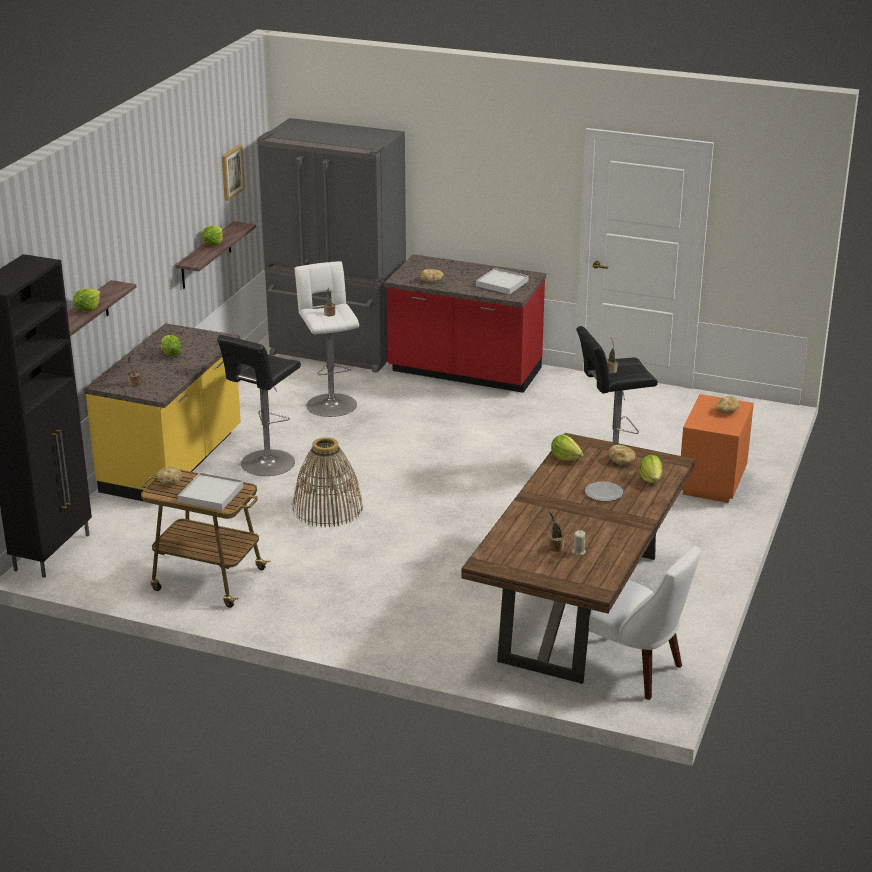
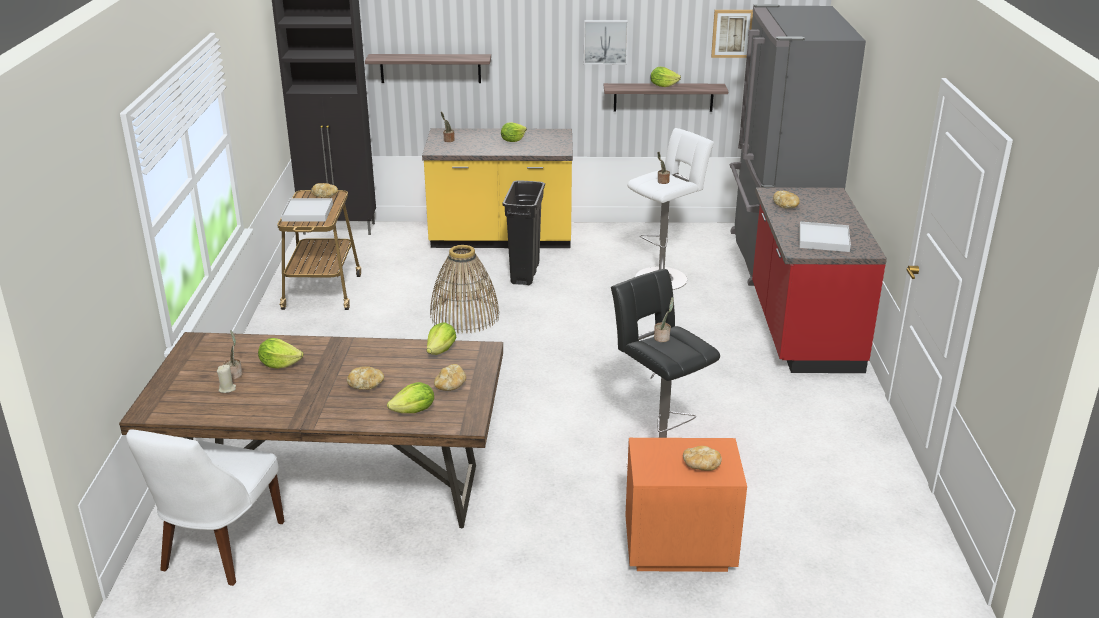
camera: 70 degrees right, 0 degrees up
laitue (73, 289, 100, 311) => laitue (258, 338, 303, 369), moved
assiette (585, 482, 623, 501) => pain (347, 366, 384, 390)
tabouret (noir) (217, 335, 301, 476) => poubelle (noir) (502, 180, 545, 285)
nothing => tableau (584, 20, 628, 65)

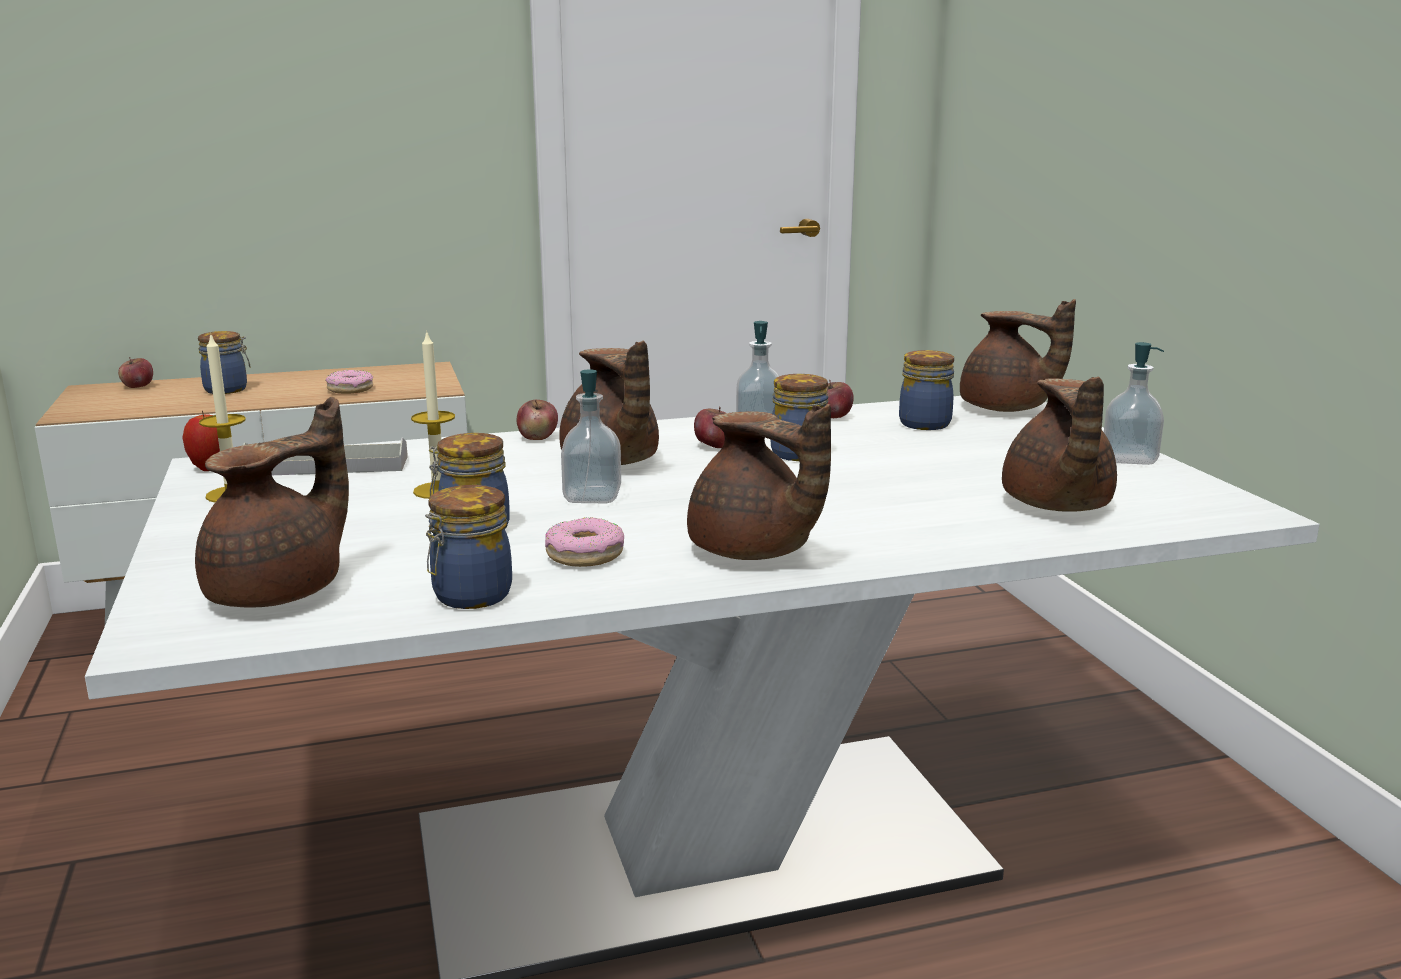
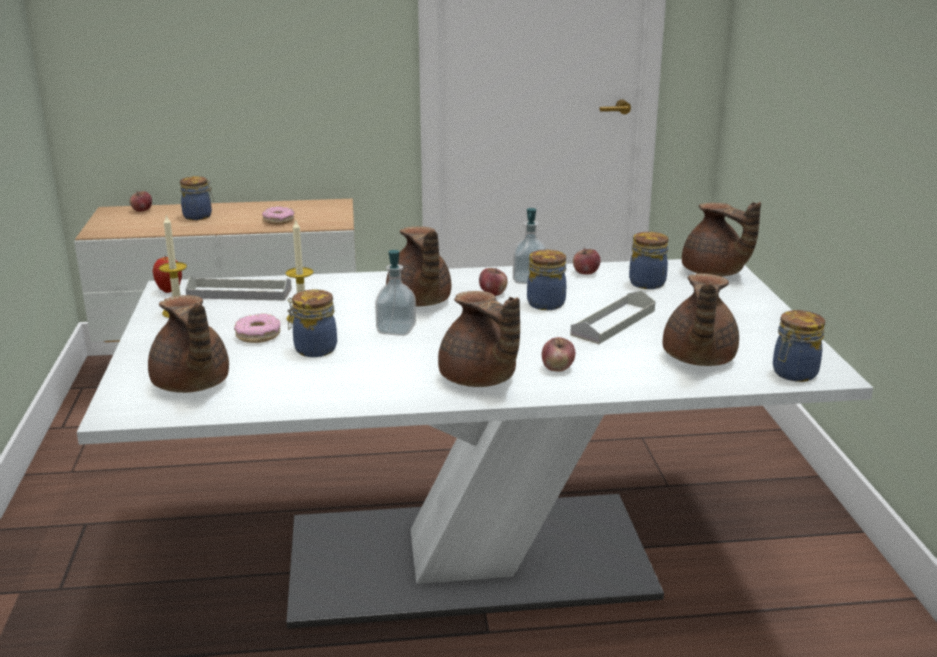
camera: 10 degrees right, 5 degrees up
théière (marron) (195, 397, 349, 608) => théière (marron) (148, 295, 229, 393), 105 degrees clockwise
beignet (545, 517, 624, 567) => beignet (234, 314, 280, 343), moved
pomme (516, 400, 558, 440) => pomme (542, 337, 575, 372), moved
nothing => plateau (gris) (570, 291, 656, 344)
bocal (425, 485, 512, 609) => bocal (773, 310, 825, 382), moved
distributeur de savon (1104, 342, 1164, 465) => nothing

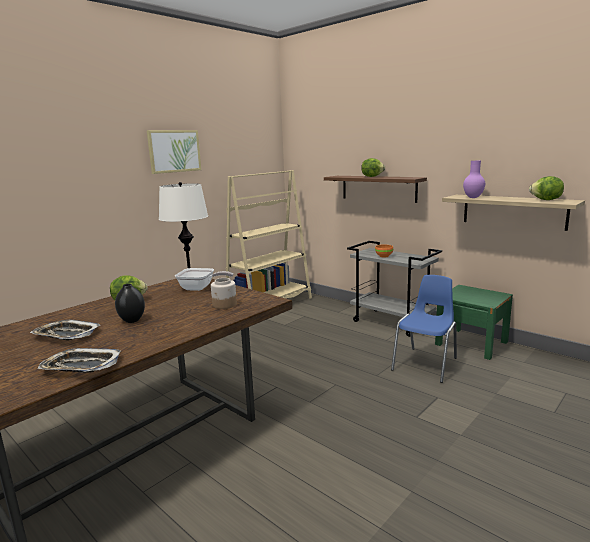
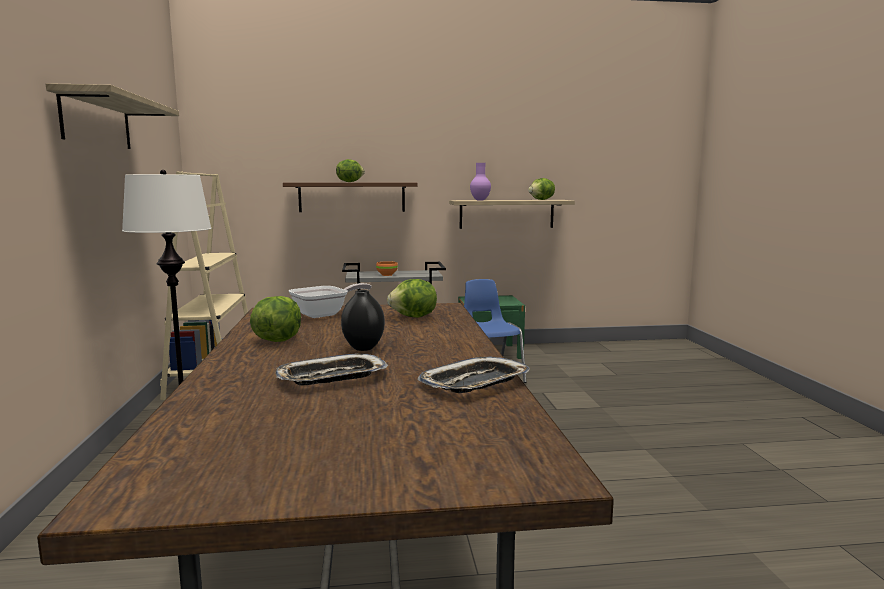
camera: 50 degrees left, 5 degrees down
tableau (147, 130, 201, 174) => étagère (46, 83, 179, 149)
bocal (211, 278, 237, 309) => laitue (387, 279, 437, 318)

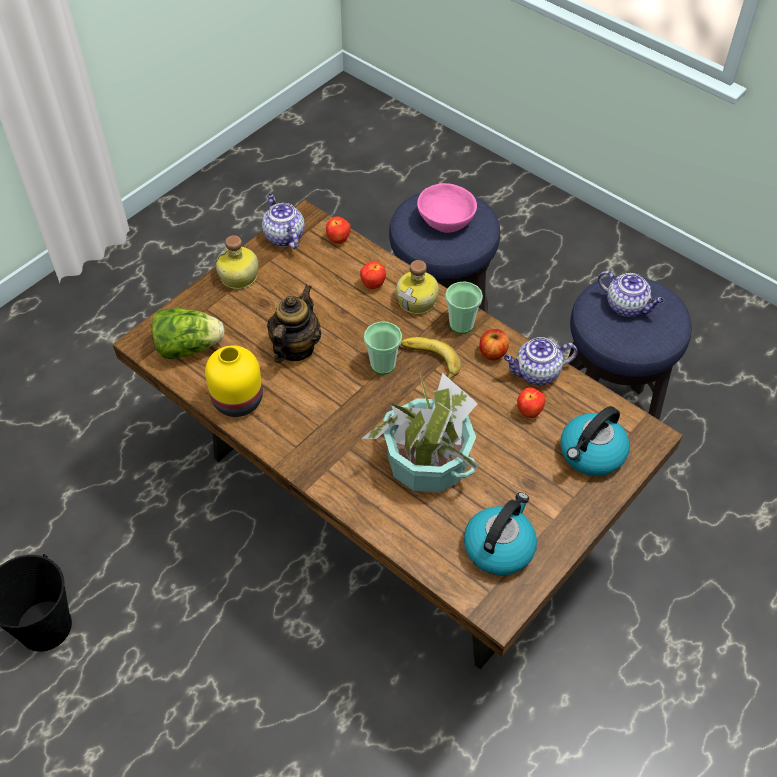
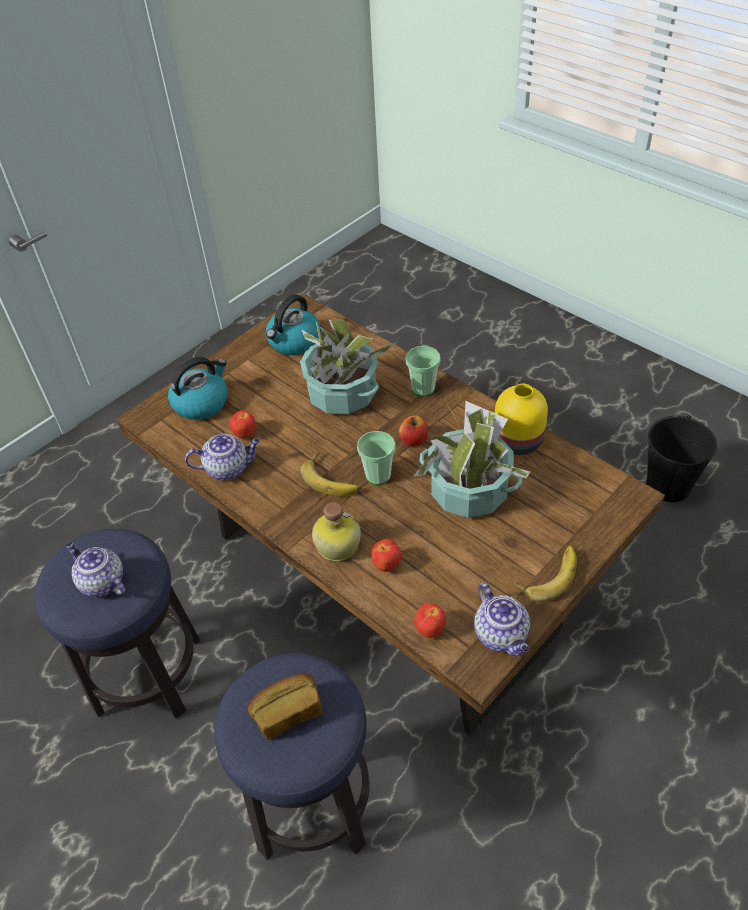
camera: 175 degrees left, 5 degrees down
bol (rose) (417, 183, 477, 233) => pain (248, 673, 323, 740)
pomme (479, 329, 509, 360) => pomme (399, 416, 428, 447), moved
tasse (445, 281, 483, 334) => tasse (405, 346, 441, 397), moved
théière (267, 285, 322, 363) => plante en pot (413, 401, 531, 518)
bouteille (215, 235, 259, 289) => banane (512, 545, 577, 602)
laitue (152, 308, 224, 359) => nothing

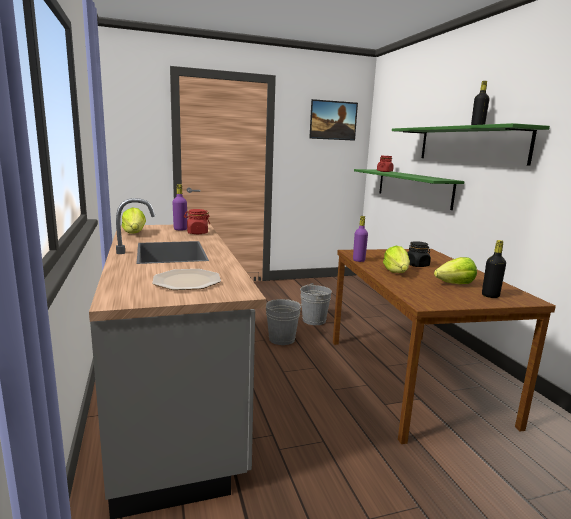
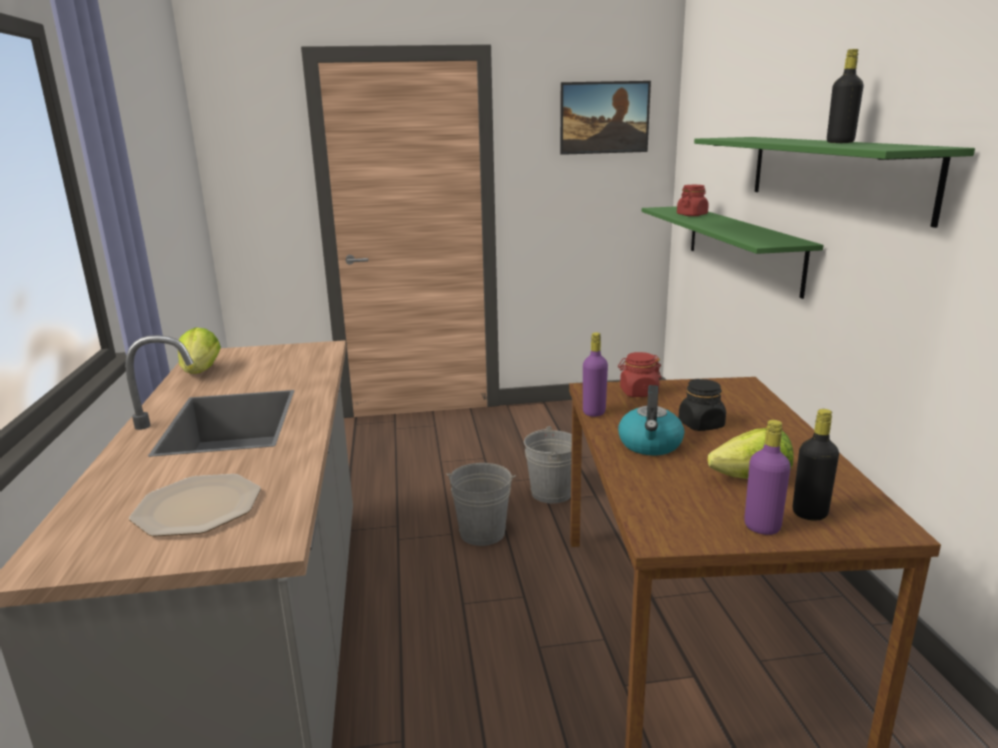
camera: 10 degrees right, 5 degrees up
bocal (rouge) (184, 209, 210, 234) => bocal (rouge) (618, 352, 661, 397), moved
laitue (383, 246, 410, 273) => bouilloire (618, 385, 684, 455)
bouteille (violet) (173, 184, 187, 231) => bouteille (violet) (744, 420, 791, 535), moved

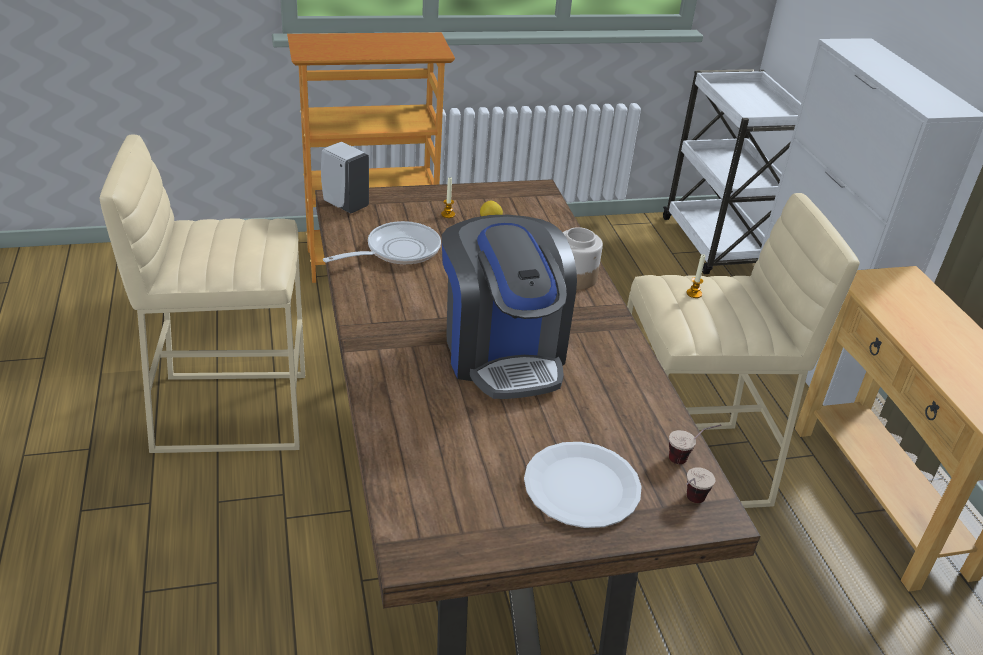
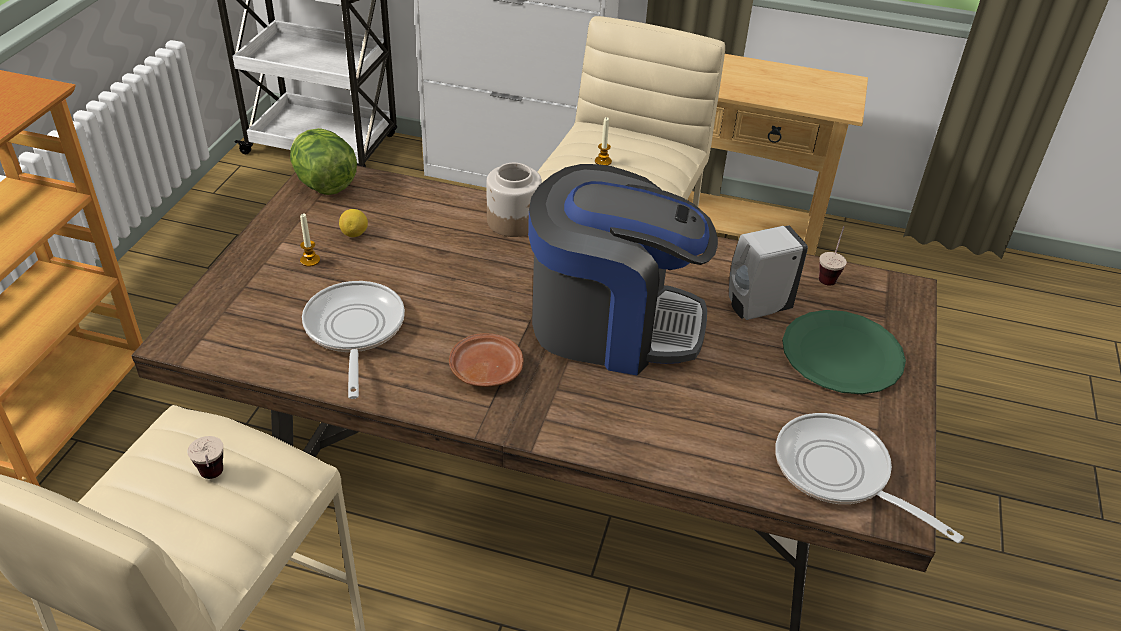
camera: 60 degrees left, 5 degrees up
tasse (686, 467, 715, 503) => tasse (187, 436, 223, 479), moved
nothing => laitue (290, 128, 357, 195)
nothing => assiette (marron) (449, 333, 524, 387)
distributeur de savon (blanc) (321, 142, 369, 213) => distributeur de savon (blanc) (729, 225, 808, 320), moved
nothing => poêle (775, 413, 964, 543)
assiette (blanc) (524, 442, 642, 528) => assiette (vert) (782, 310, 906, 394)

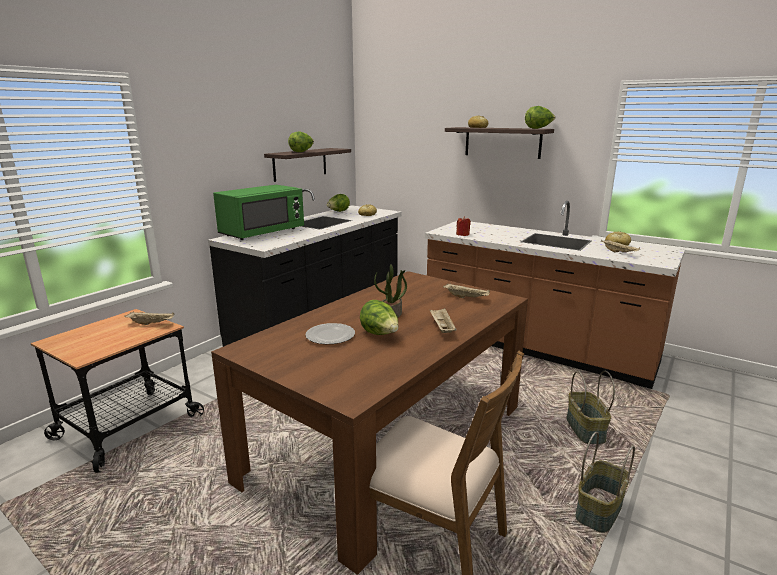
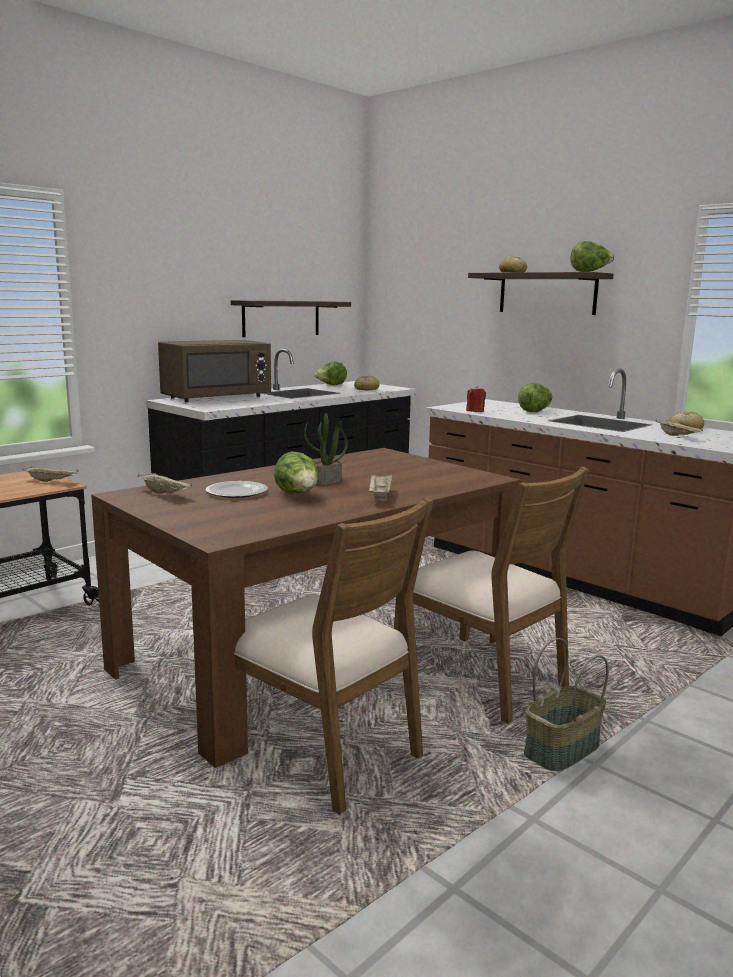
camera: 10 degrees right, 5 degrees down
plateau (beige) (443, 283, 490, 298) => plateau (beige) (137, 473, 192, 494), moved
micro-ondes (vert) (213, 185, 304, 240) => micro-ondes (marron) (158, 340, 271, 402)
nothing => chaise (marron) (394, 467, 589, 724)
laitue (288, 131, 314, 152) => laitue (518, 383, 552, 412), moved
panier (566, 371, 615, 444) => nothing

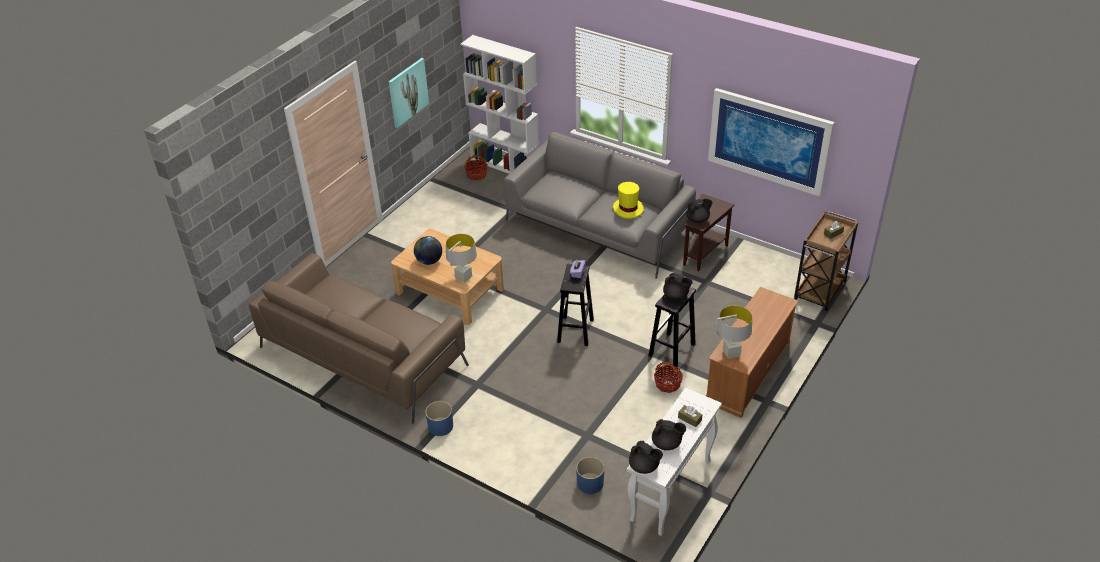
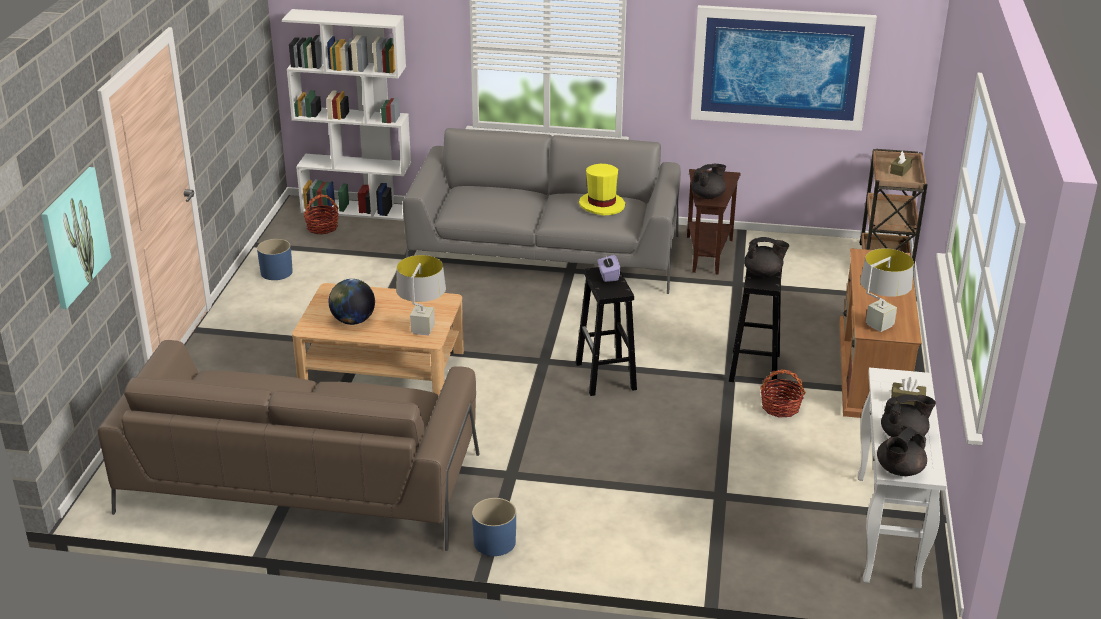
camera: 25 degrees left, 10 degrees down
tableau (389, 58, 429, 128) => tableau (41, 167, 111, 309), moved
cache-pot (bleu) (576, 457, 604, 494) => cache-pot (bleu) (257, 239, 293, 280), moved
théière (noir) (629, 441, 663, 474) => théière (noir) (877, 425, 927, 476), 120 degrees clockwise

